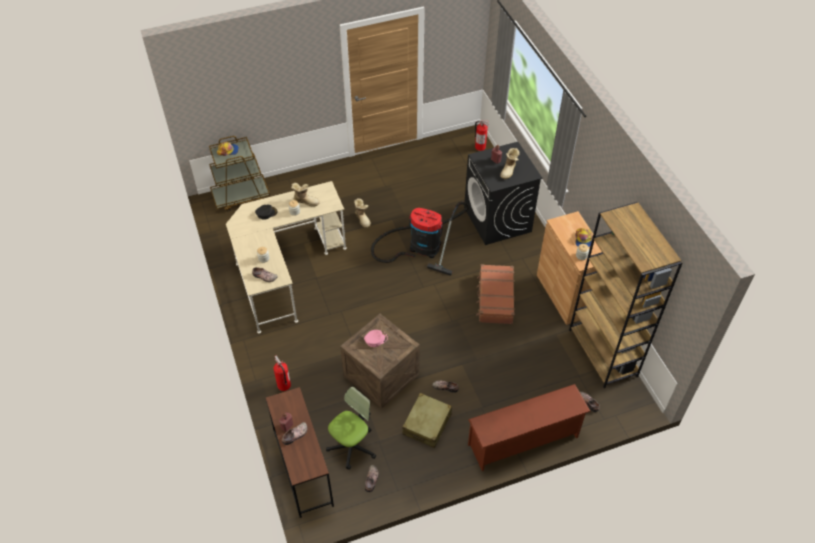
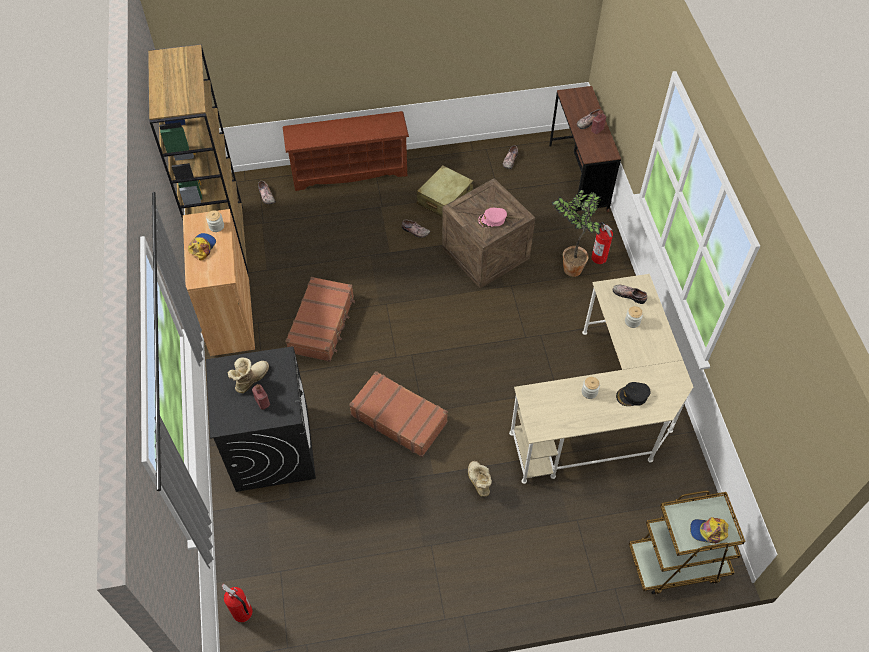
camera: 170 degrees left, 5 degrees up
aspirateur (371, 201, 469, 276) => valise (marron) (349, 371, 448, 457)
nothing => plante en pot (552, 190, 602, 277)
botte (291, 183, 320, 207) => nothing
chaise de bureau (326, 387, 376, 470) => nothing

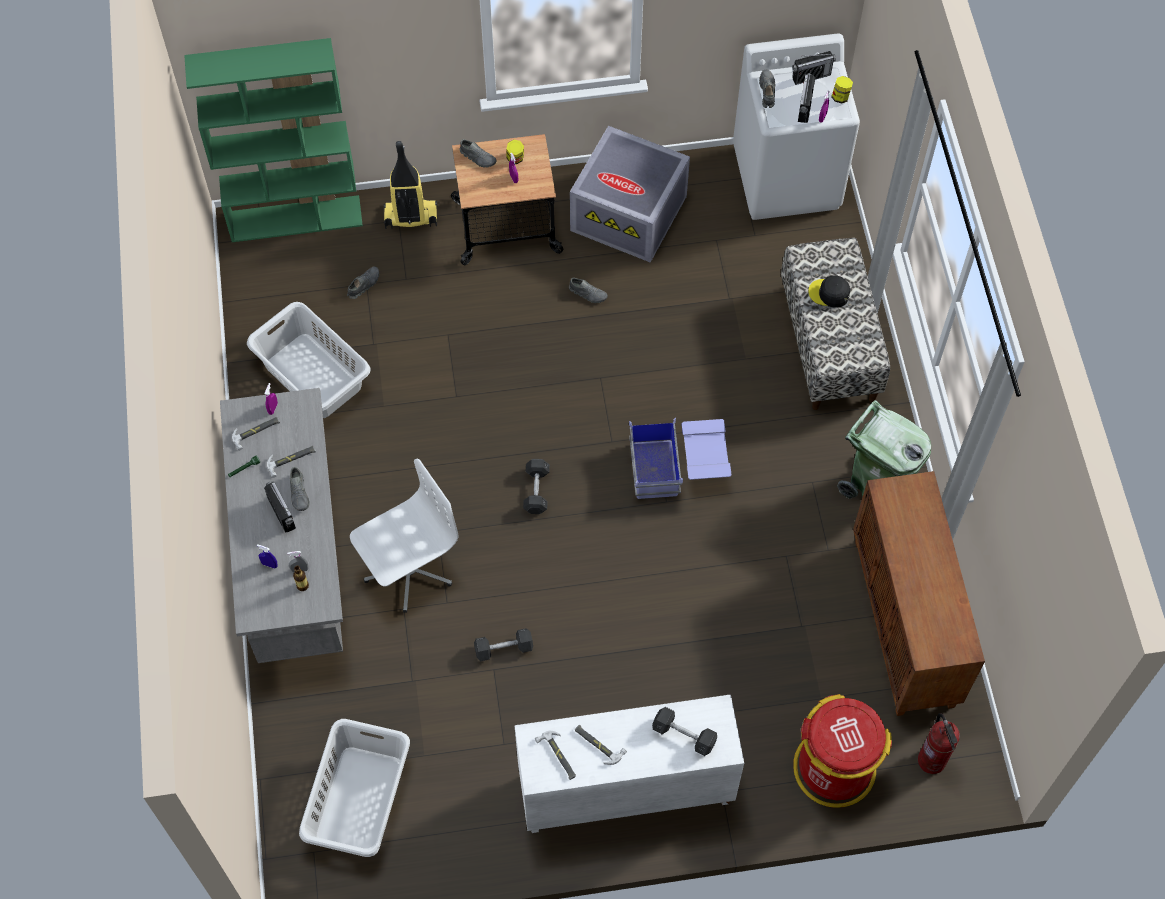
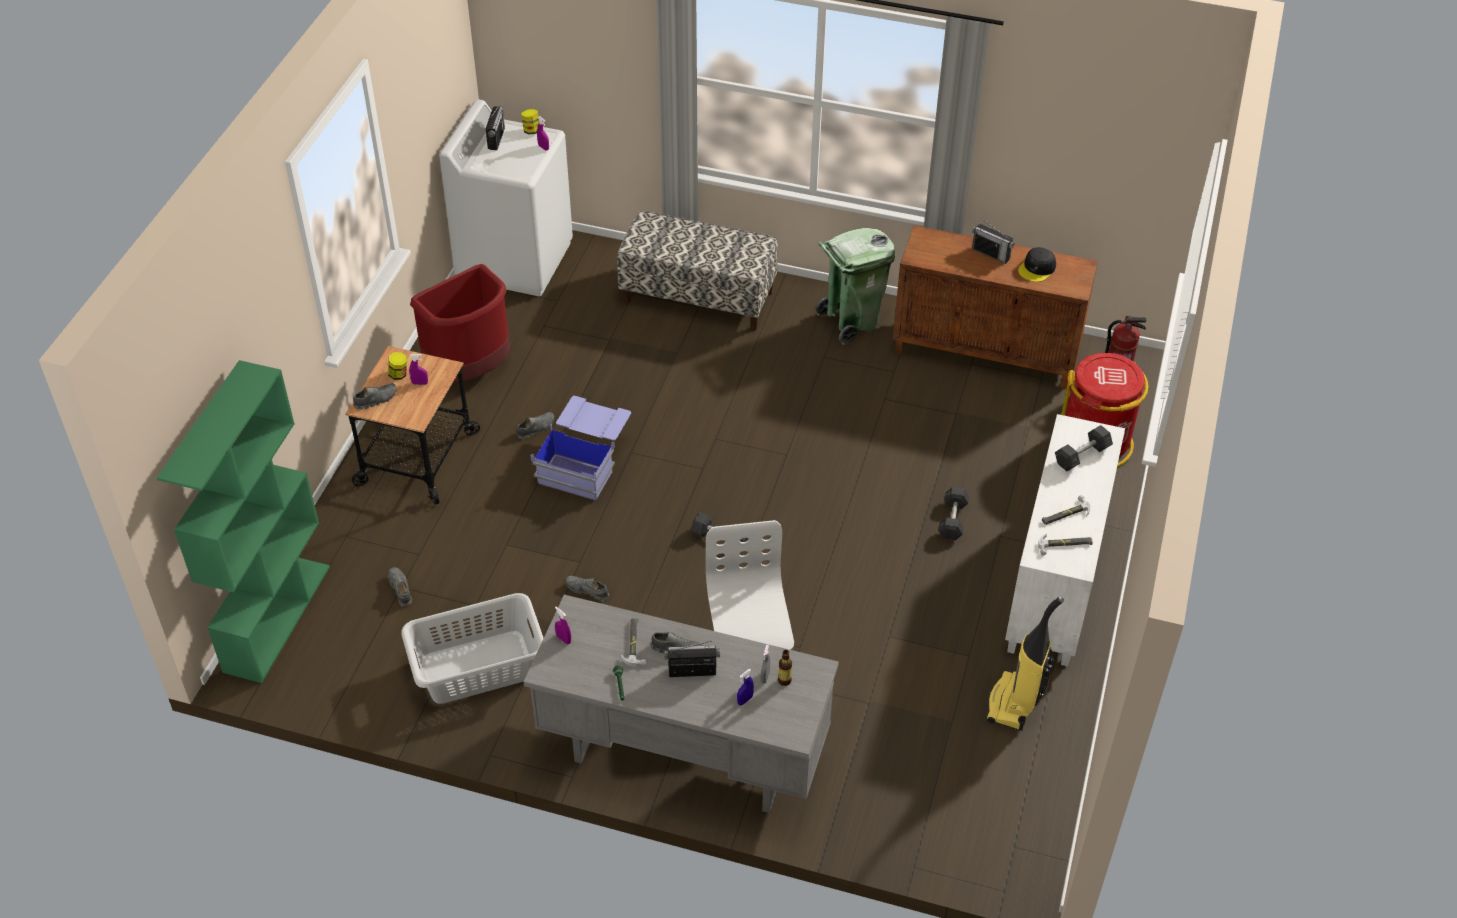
camera: 65 degrees left, 15 degrees down
boîte de rangement (gris) (570, 126, 690, 263) => poubelle (rouge) (410, 264, 510, 382)
boîte de rangement (bleu) (629, 418, 732, 499) => boîte de rangement (bleu) (530, 396, 631, 501), moved
chaussure (gris) (759, 70, 775, 108) => chaussure (gris) (565, 576, 609, 601), moved
haltère (gris) (474, 628, 533, 661) => haltère (gris) (938, 487, 969, 540), moved
radio (798, 70, 815, 123) => radio (972, 220, 1014, 264), moved
aspirateur (384, 141, 438, 229) => aspirateur (986, 596, 1064, 731), moved
casquette (noir) (808, 275, 850, 308) => casquette (noir) (1018, 247, 1056, 282), moved
marteau (232, 417, 280, 451) => nothing
panier à linge (gris) (299, 719, 410, 857) => nothing

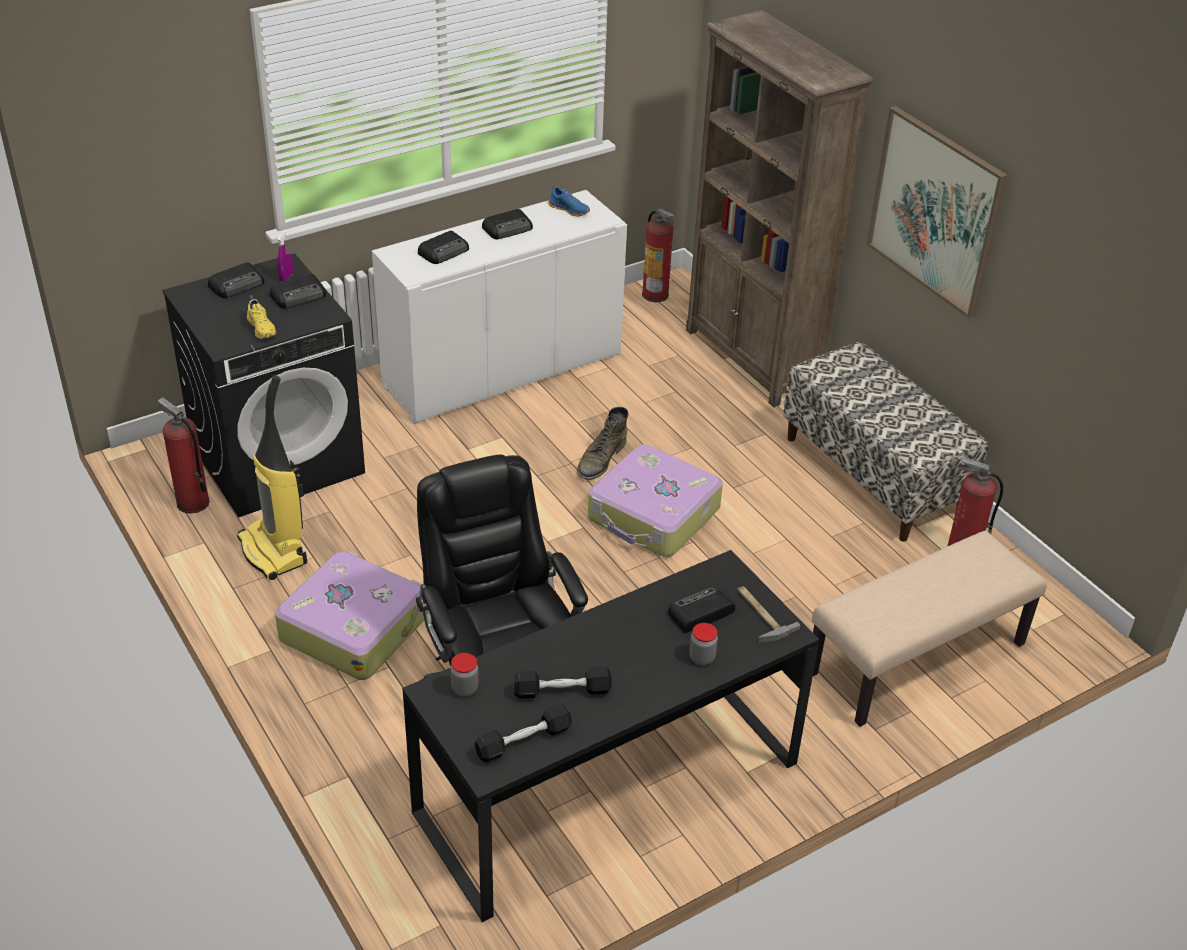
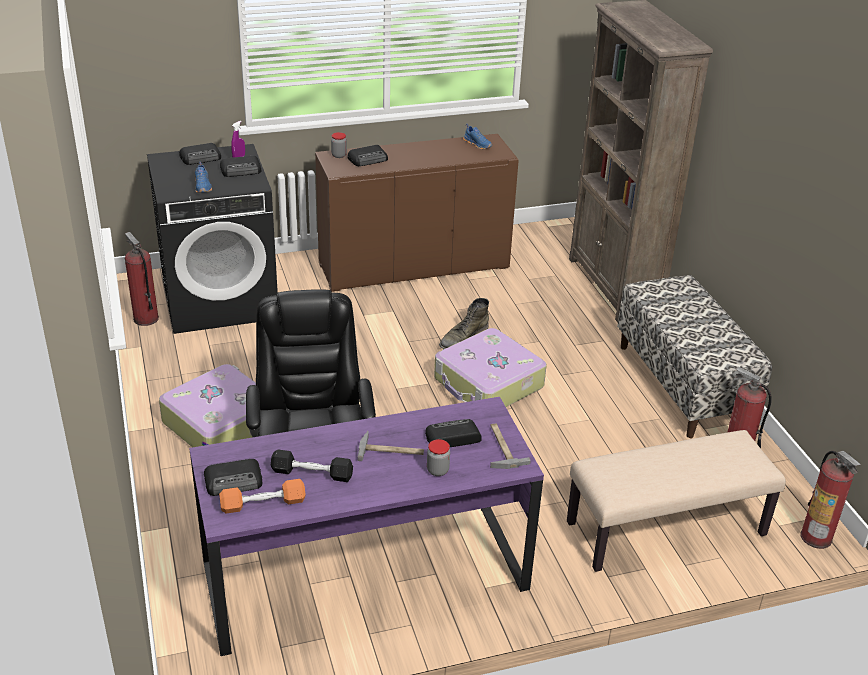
camera: 15 degrees right, 5 degrees down
bureau (noir) (402, 550, 819, 922) => bureau (violet) (189, 397, 544, 656)
chaussure (jaune) (247, 295, 276, 339) => chaussure (bleu) (195, 162, 212, 193)
radio (482, 209, 533, 239) => radio (204, 459, 262, 496), moved
haltère (noir) (474, 703, 572, 762) => haltère (orange) (219, 479, 306, 514)
meuble de rangement (blanc) (372, 190, 627, 424) => meuble de rangement (marron) (315, 134, 519, 292)
bocal (450, 653, 479, 696) => bocal (331, 132, 347, 158), moved
nothing => marteau (358, 431, 424, 461)
extincteur (642, 208, 675, 302) => extincteur (801, 451, 861, 549), moved
aspirateur (237, 375, 307, 580) => nothing
tableau (867, 106, 1008, 319) => nothing

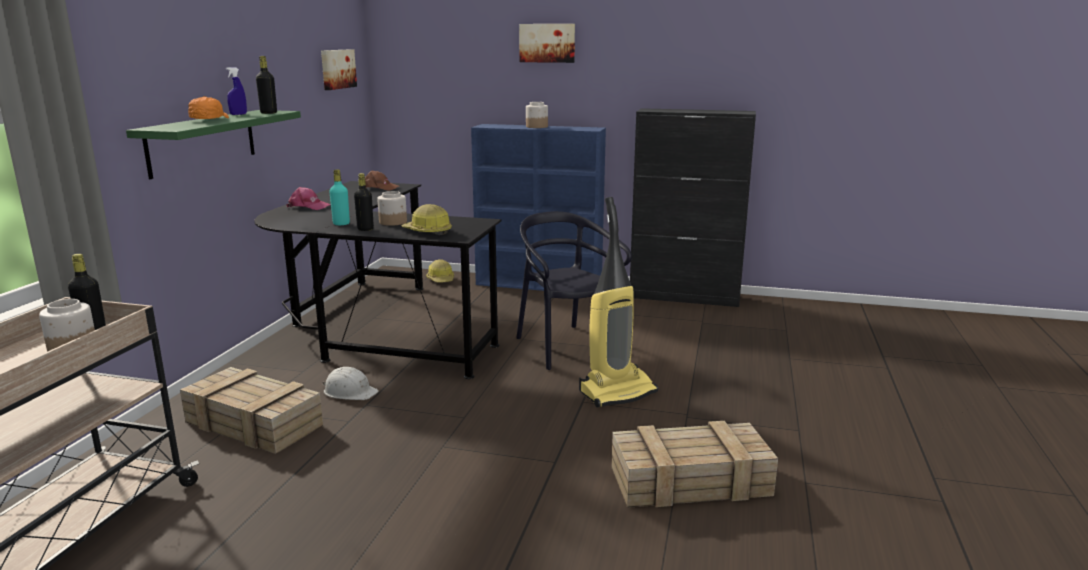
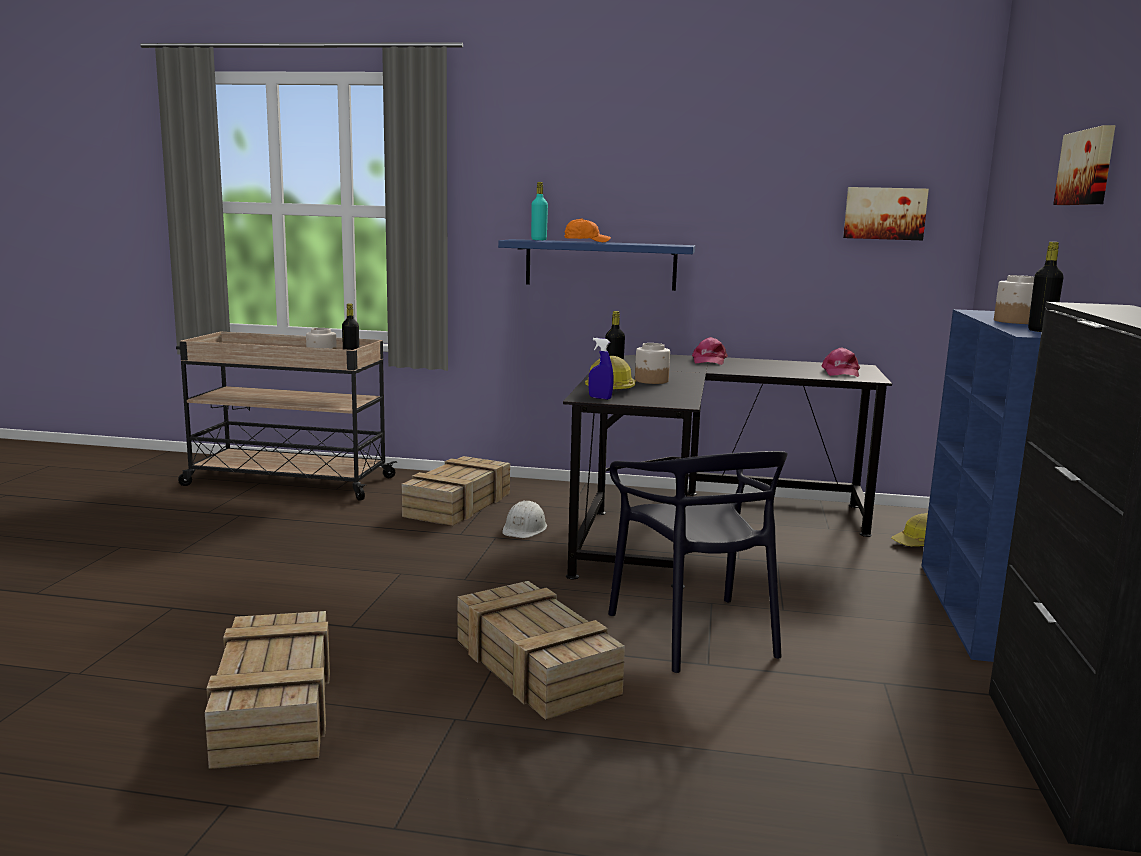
camera: 85 degrees right, 5 degrees down
aspirateur (579, 197, 658, 408) => caisse (457, 581, 625, 720)
étagère (vert) (126, 110, 301, 179) => étagère (bleu) (498, 239, 695, 291)
bouteille (turquoise) (329, 169, 350, 225) => bouteille (turquoise) (531, 182, 548, 240), moved
vaporisateur (bleu) (226, 67, 247, 115) => vaporisateur (bleu) (589, 338, 614, 400), moved
chaise (noir) (516, 211, 632, 370) => chaise (noir) (608, 451, 787, 673), 105 degrees clockwise
casquette (marron) (365, 170, 399, 191) => casquette (rose) (821, 347, 860, 377)
bouteille (noir) (256, 56, 277, 114) => bouteille (noir) (1028, 242, 1064, 332), moved

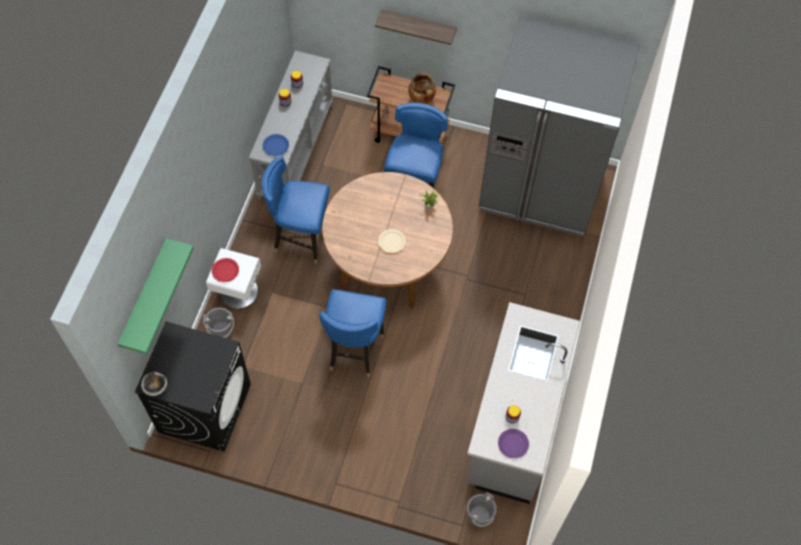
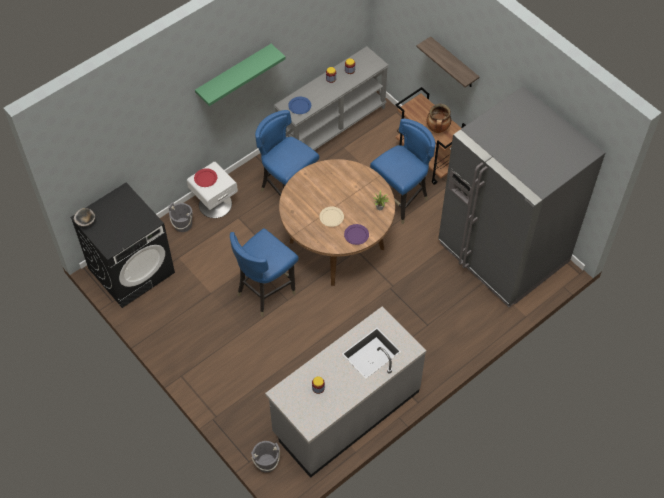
camera: 35 degrees right, 5 degrees down
étagère (vert) (118, 238, 194, 354) => étagère (vert) (195, 44, 286, 106), moved
assiette (violet) (498, 429, 529, 458) => assiette (violet) (344, 224, 369, 245), moved

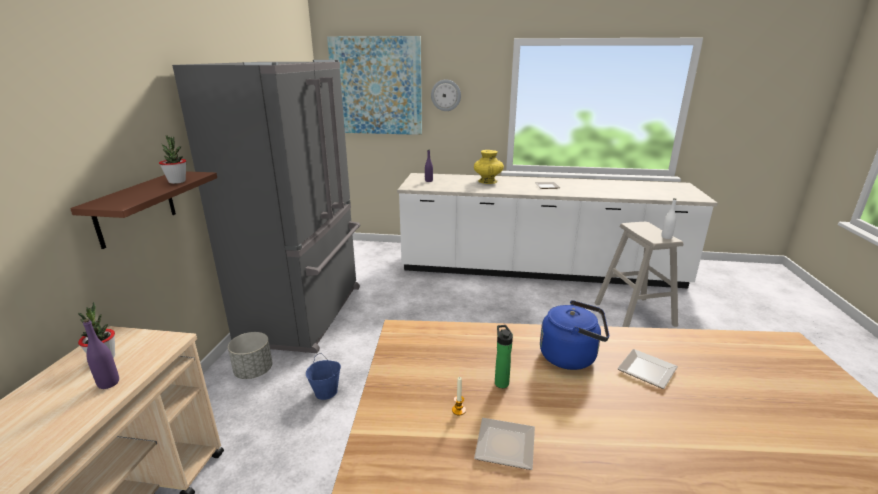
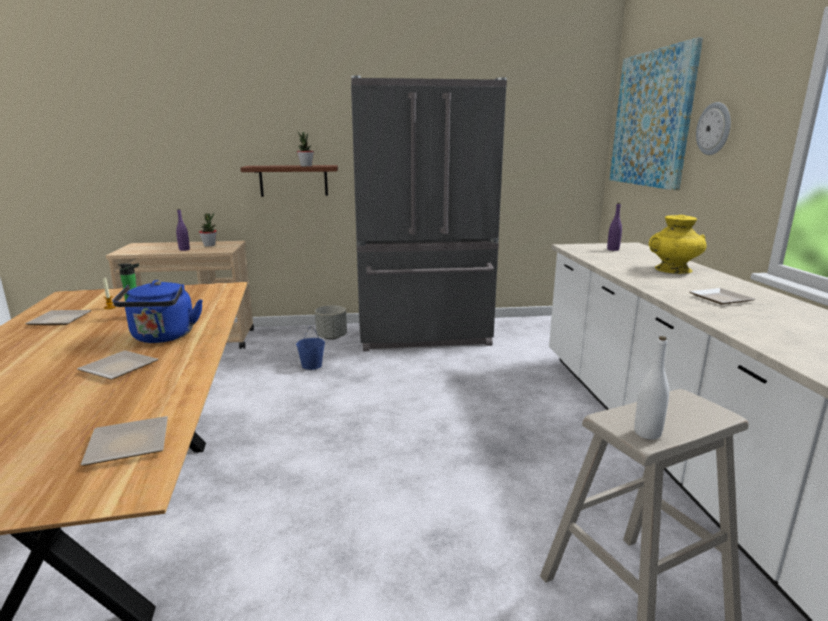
camera: 75 degrees right, 5 degrees down
nothing => assiette (81, 416, 168, 466)

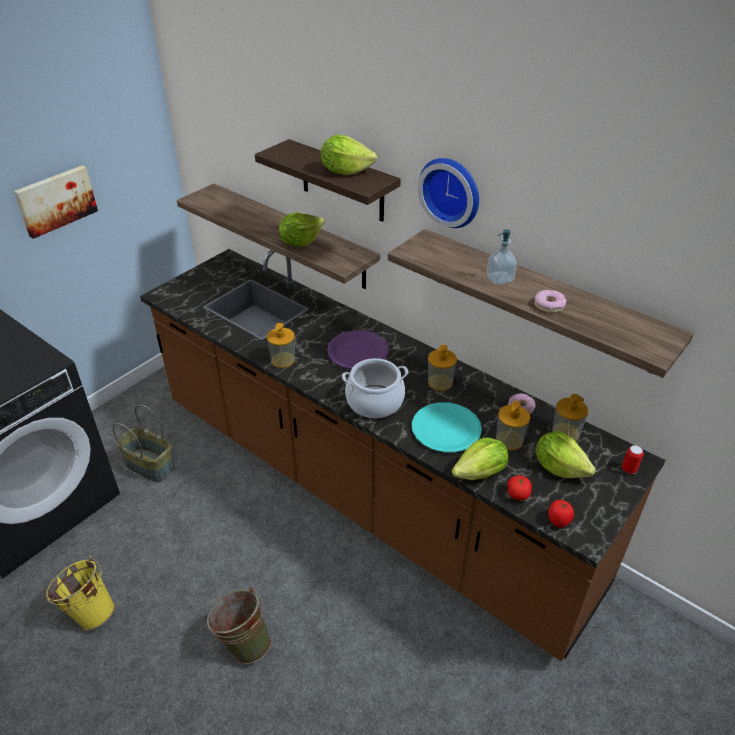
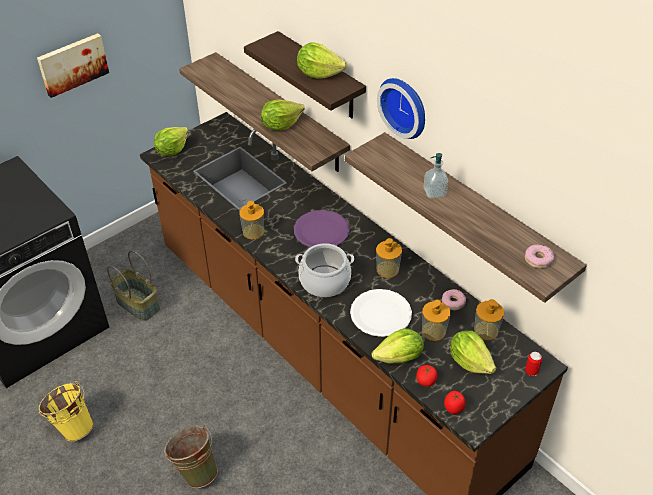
camera: 10 degrees right, 5 degrees up
nothing => laitue (154, 127, 188, 156)
assiette (turquoise) (412, 402, 482, 453) => assiette (blanc) (350, 289, 412, 337)
beignet (534, 290, 566, 313) => beignet (525, 245, 554, 269), moved

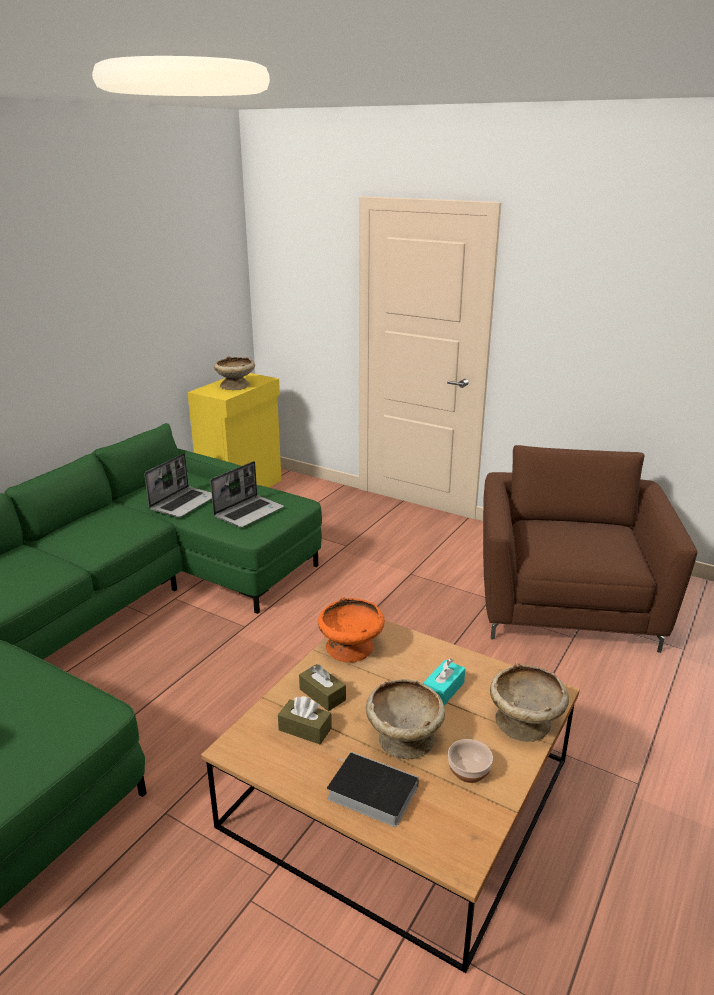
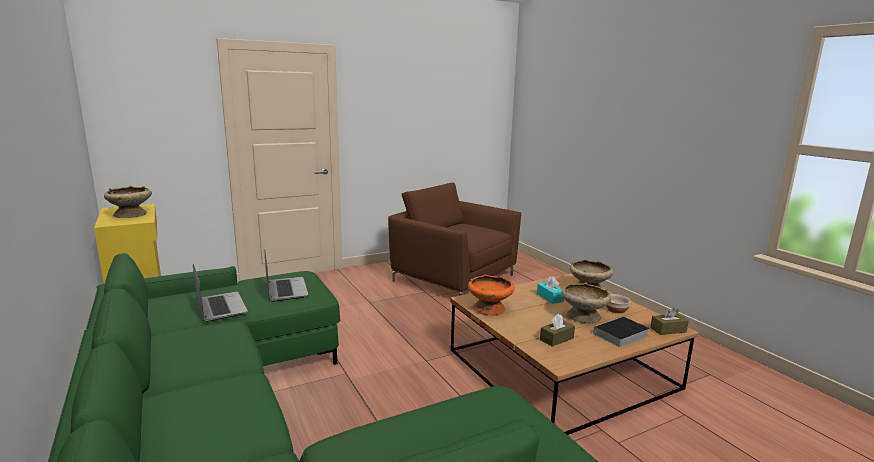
camera: 60 degrees left, 10 degrees down
boîte à mouchoirs (marron) (299, 664, 346, 711) => boîte à mouchoirs (marron) (650, 307, 689, 335), moved

